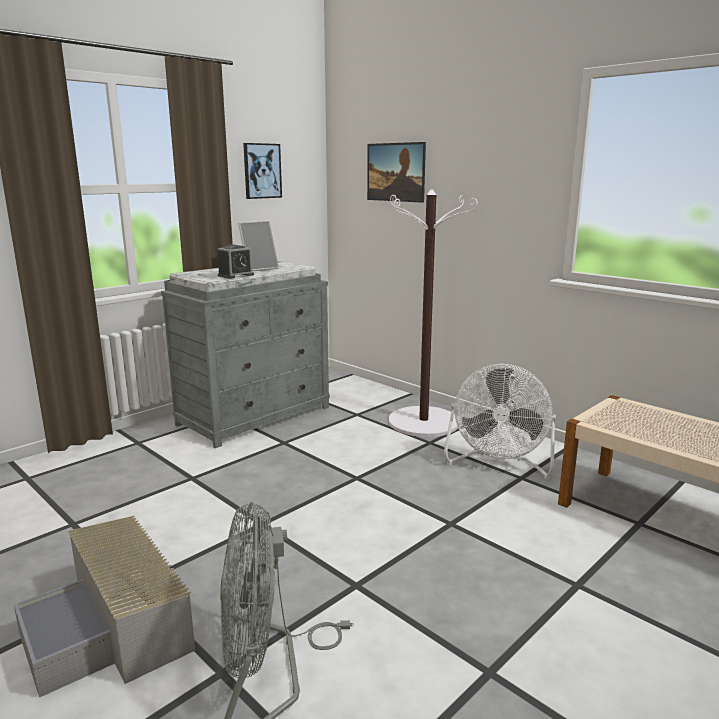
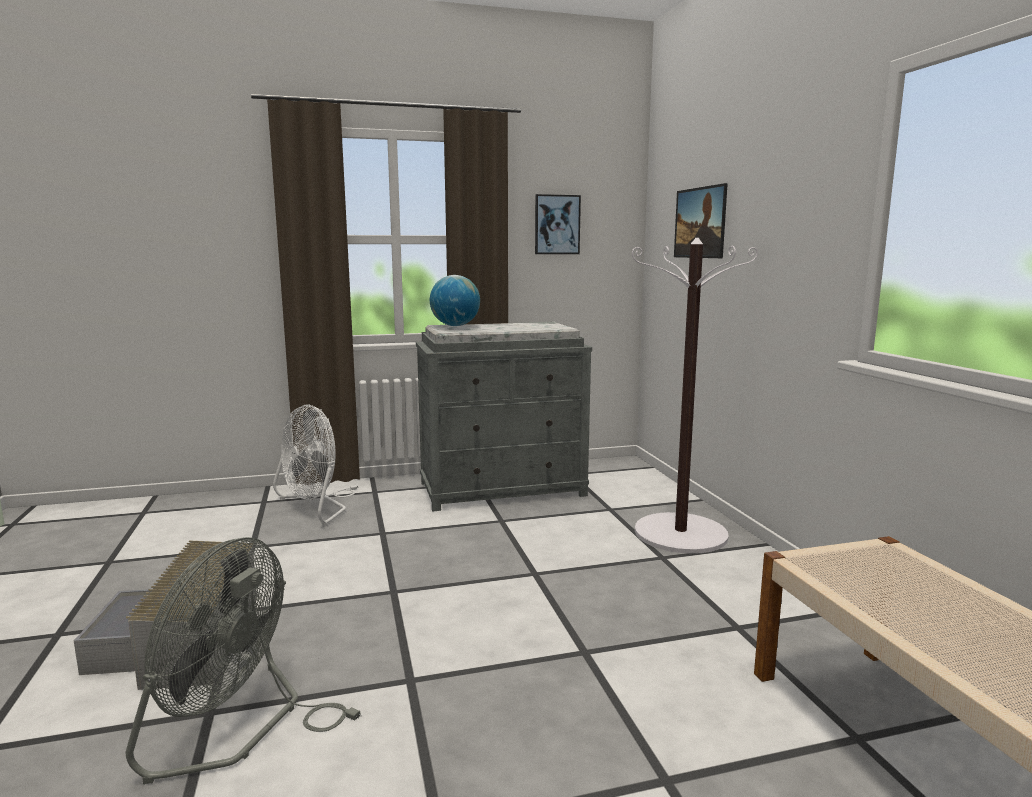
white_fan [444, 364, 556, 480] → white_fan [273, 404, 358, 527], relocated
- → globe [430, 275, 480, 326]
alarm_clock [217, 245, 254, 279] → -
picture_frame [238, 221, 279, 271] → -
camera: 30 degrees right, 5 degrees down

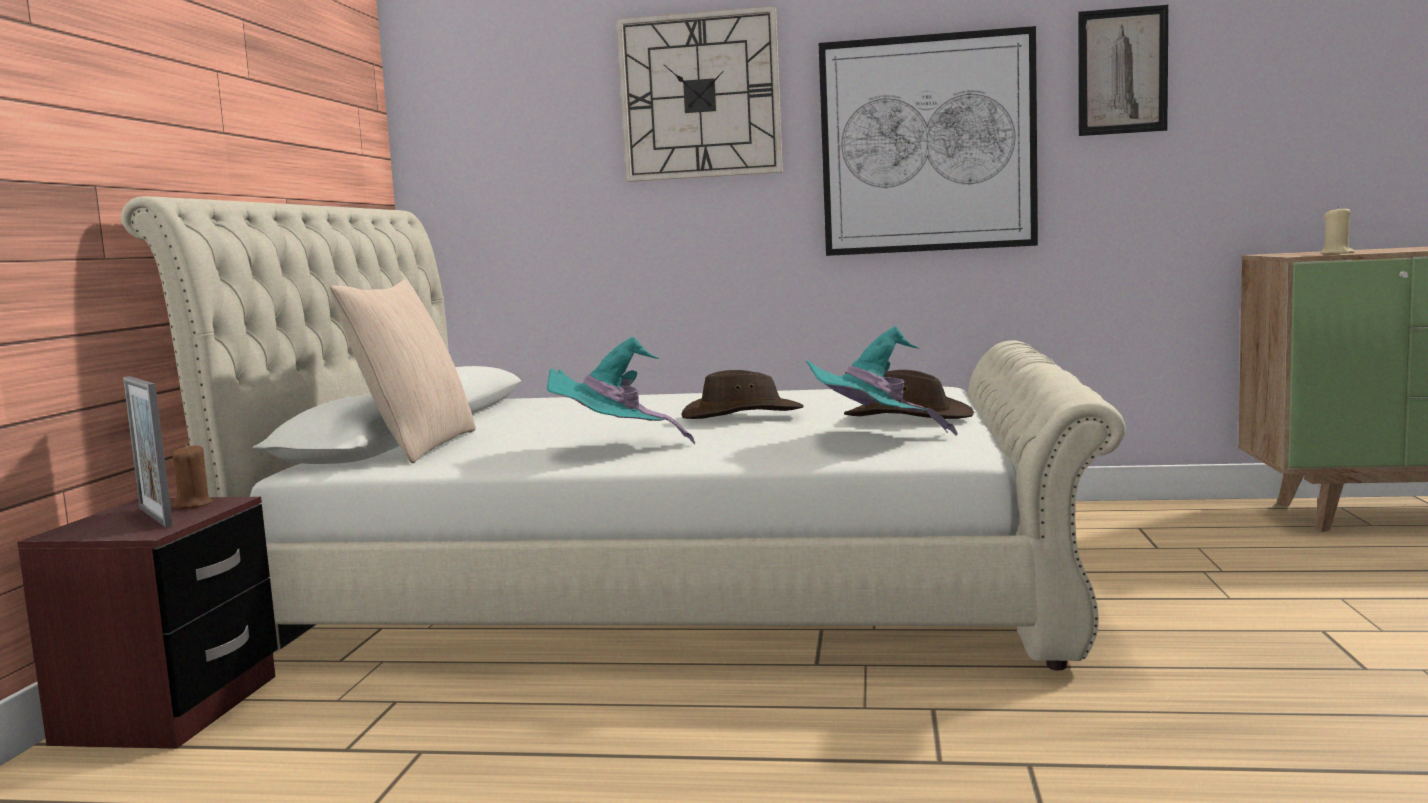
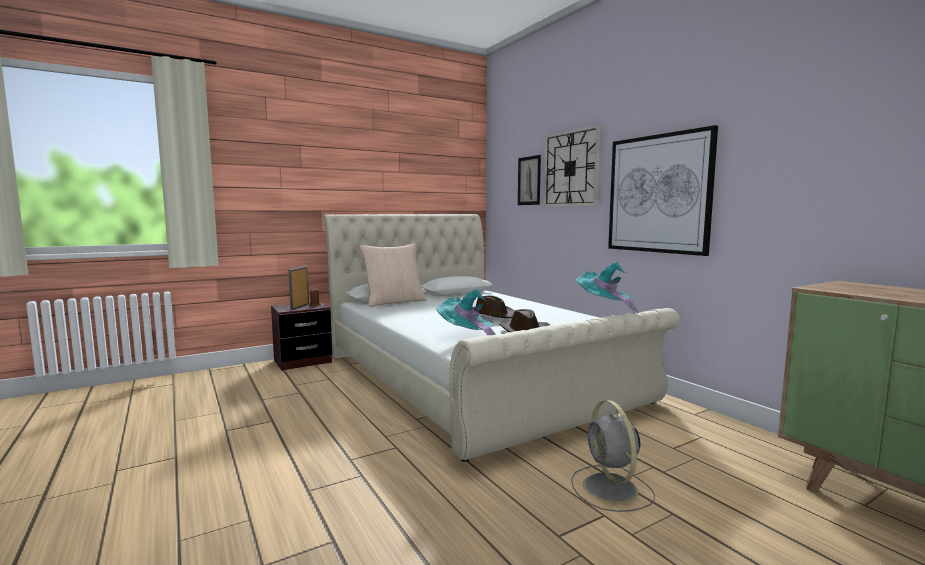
picture [1078, 5, 1168, 136] → picture [518, 155, 541, 205], relocated
- → grey_fan [571, 400, 655, 512]
turquoise_hat [547, 337, 695, 445] → turquoise_hat [576, 262, 639, 313], relocated
beige_candle [1320, 206, 1355, 254] → -
camera: 50 degrees right, 0 degrees up

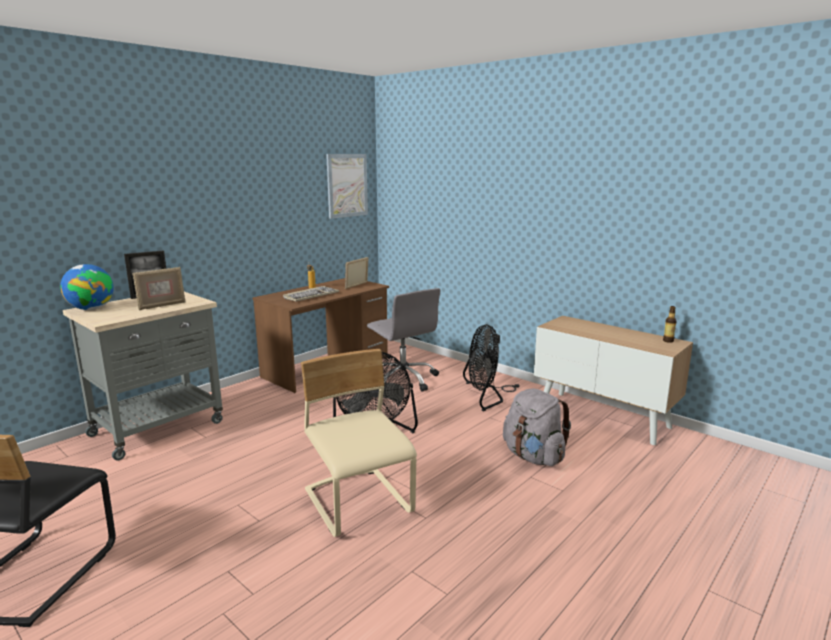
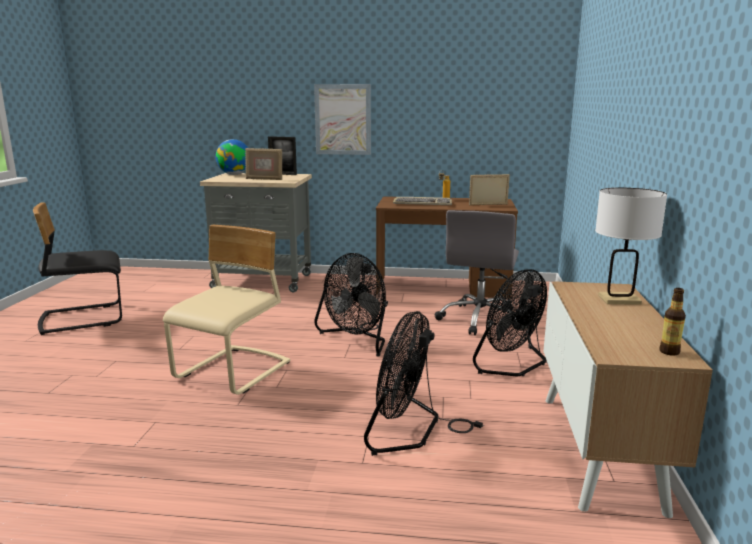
picture [326, 154, 368, 219] → picture [314, 84, 371, 155], relocated
grey_backpack [503, 388, 571, 466] → black_fan [364, 311, 483, 456]
- → white_table_lamp [595, 187, 667, 305]
camera: 55 degrees right, 0 degrees up

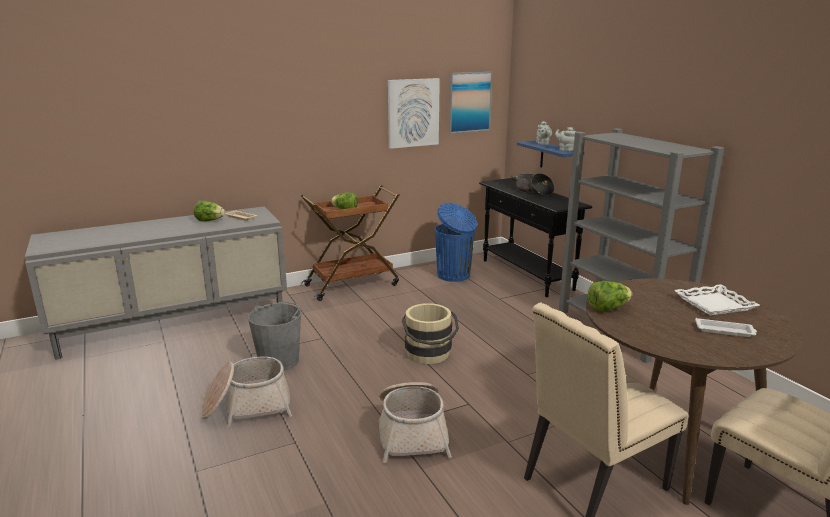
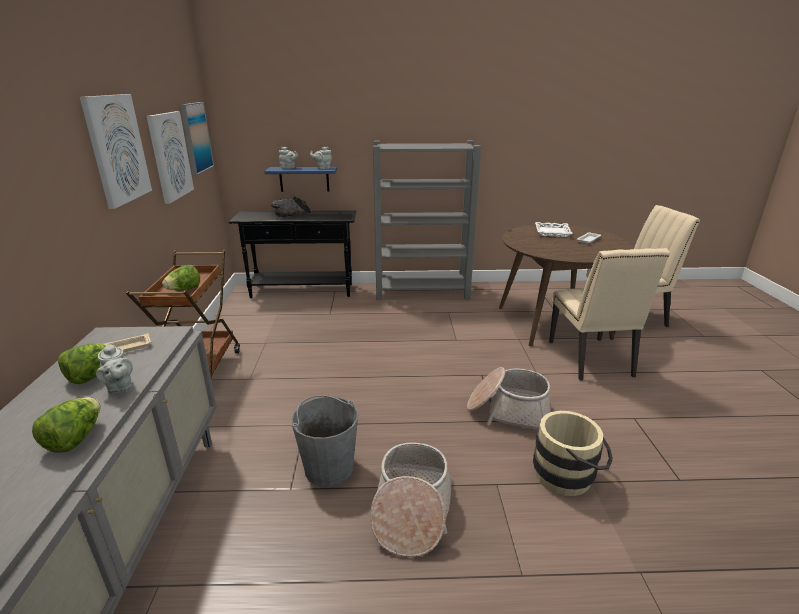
lettuce [588, 281, 632, 312] → lettuce [32, 397, 101, 453], relocated
- → picture [80, 94, 152, 209]
- → grey_teapot [96, 343, 133, 393]
beige_bucket [402, 303, 459, 364] → beige_bucket [533, 411, 613, 496], relocated
blue_trash_can [435, 203, 477, 282] → -
camera: 65 degrees left, 5 degrees up

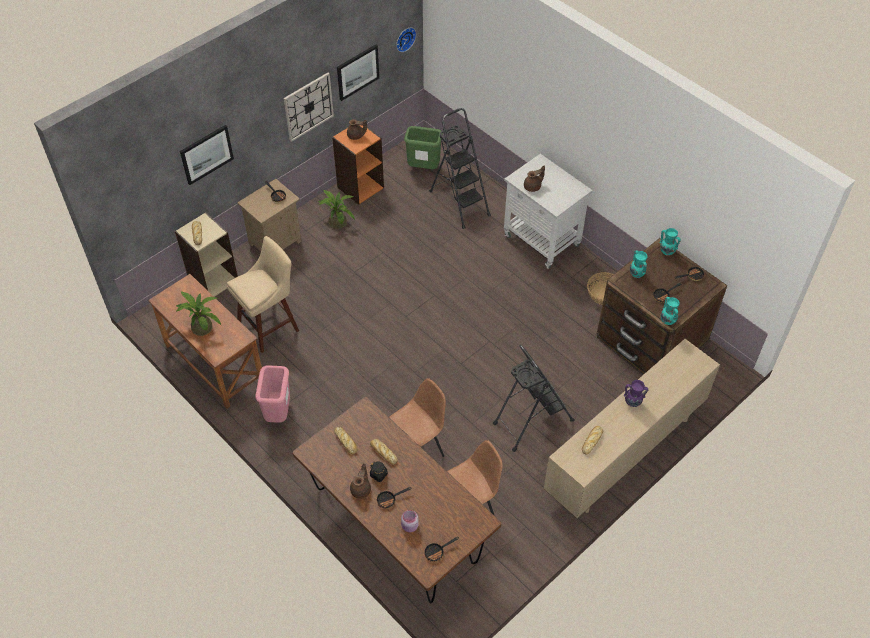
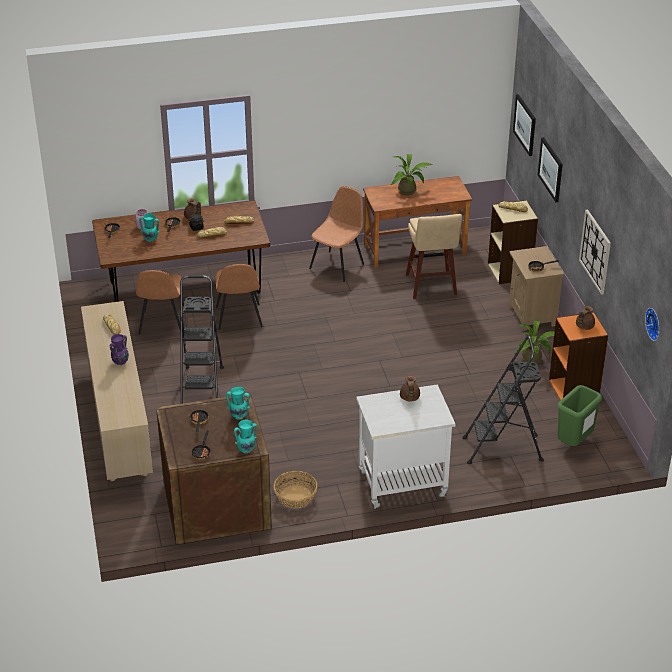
turquoise_vase [661, 297, 680, 325] → turquoise_vase [139, 213, 159, 242], relocated
pink_trash_can [255, 365, 290, 423] → brown_chair [309, 186, 364, 282]
picture [337, 44, 379, 101] → picture [513, 94, 536, 156], relocated
camera: 120 degrees right, 15 degrees down

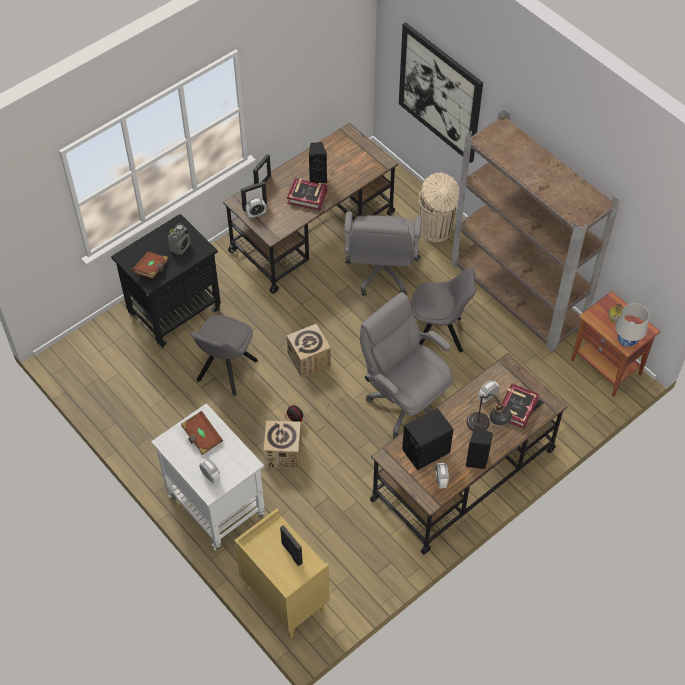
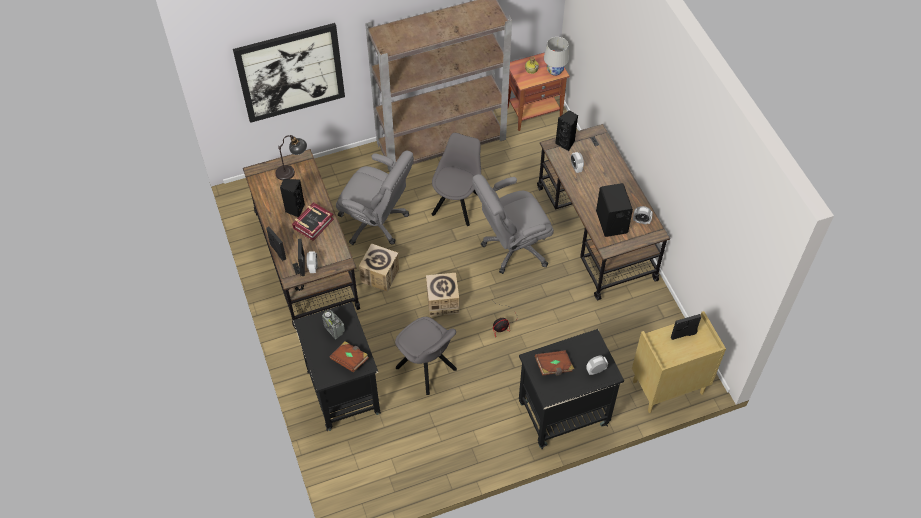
grey_table_lamp [466, 394, 512, 431] → grey_table_lamp [276, 134, 307, 180], relocated
cardboard_box [264, 420, 302, 468] → cardboard_box [359, 243, 399, 292], relocated
white_cart [151, 403, 265, 550] → black_cart [519, 329, 624, 449]
black_speaker [466, 425, 493, 469] → black_speaker [555, 110, 578, 151], relocated
beige_trash_can [419, 172, 459, 242] → -
book [502, 383, 540, 429] → -
camera: 70 degrees left, 0 degrees up

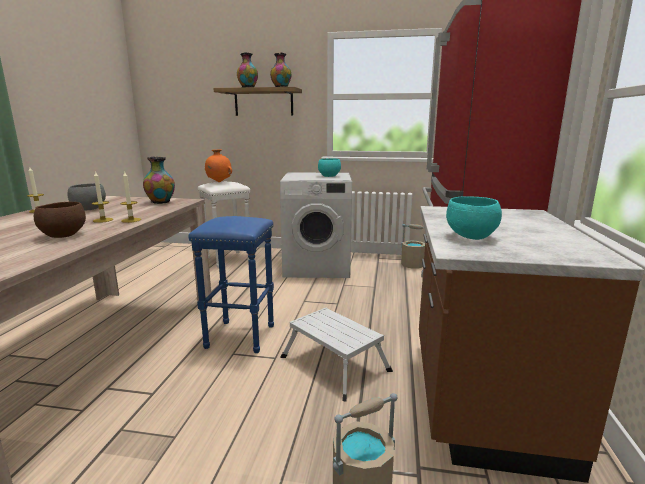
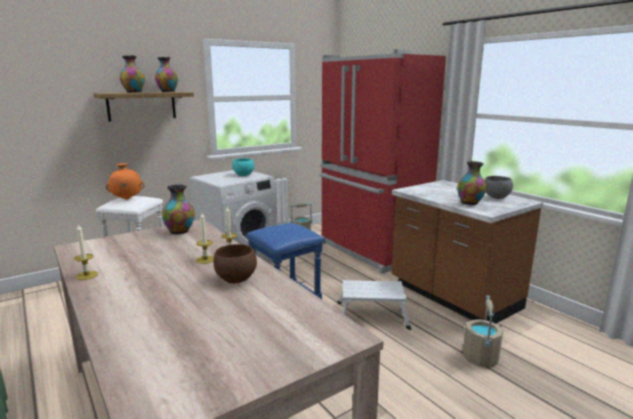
turquoise_bowl [446, 196, 502, 240] → vase [457, 161, 487, 205]
grey_bowl [67, 183, 106, 210] → grey_bowl [485, 176, 513, 199], relocated
camera: 45 degrees left, 0 degrees up

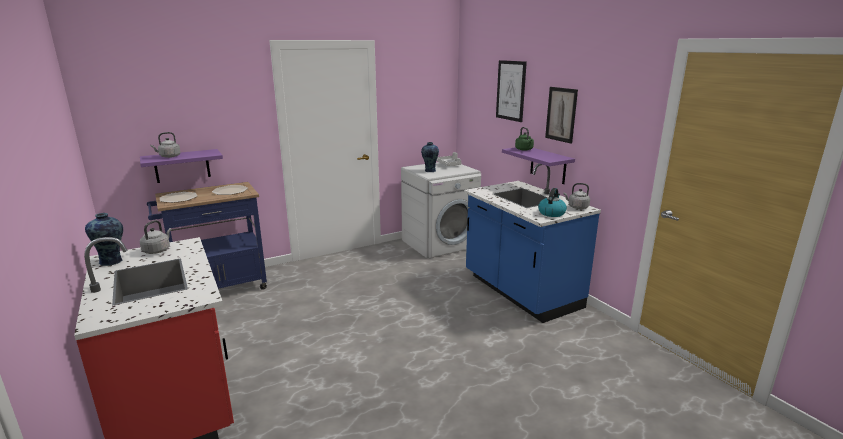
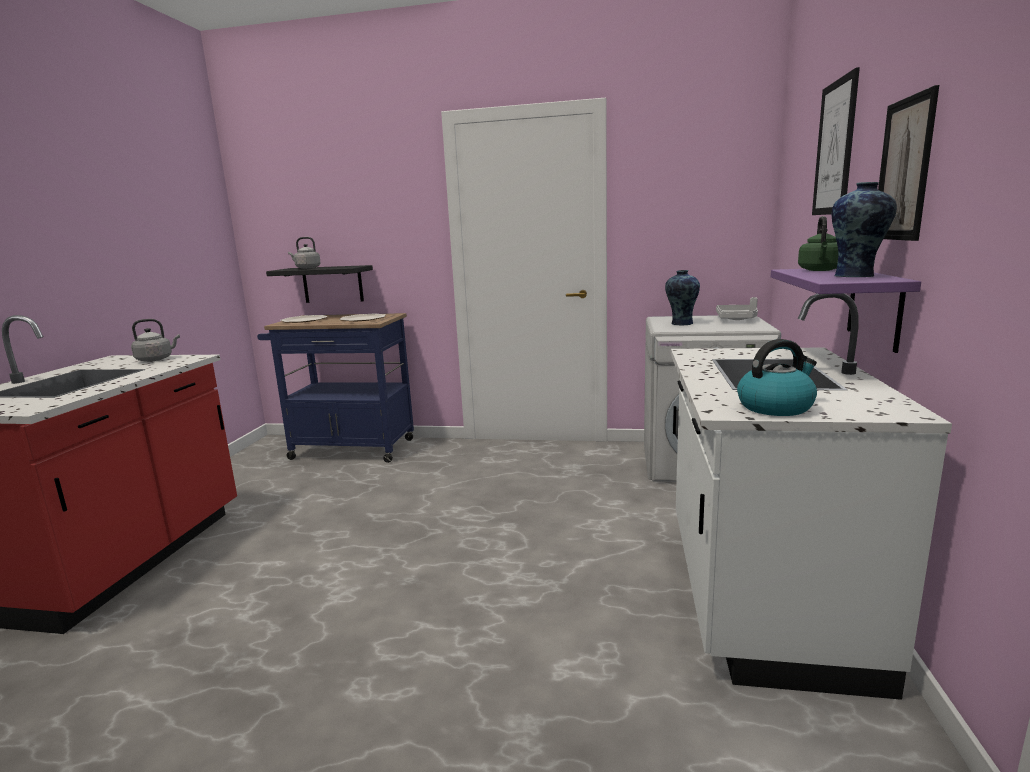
purple_shelf [140, 149, 223, 183] → black_shelf [266, 265, 373, 303]
blue_counter [464, 164, 601, 323] → white_counter [671, 294, 952, 700]
vase [85, 213, 123, 266] → vase [832, 182, 897, 277], relocated
grey_kettle [563, 183, 590, 209] → -
camera: 40 degrees right, 5 degrees down

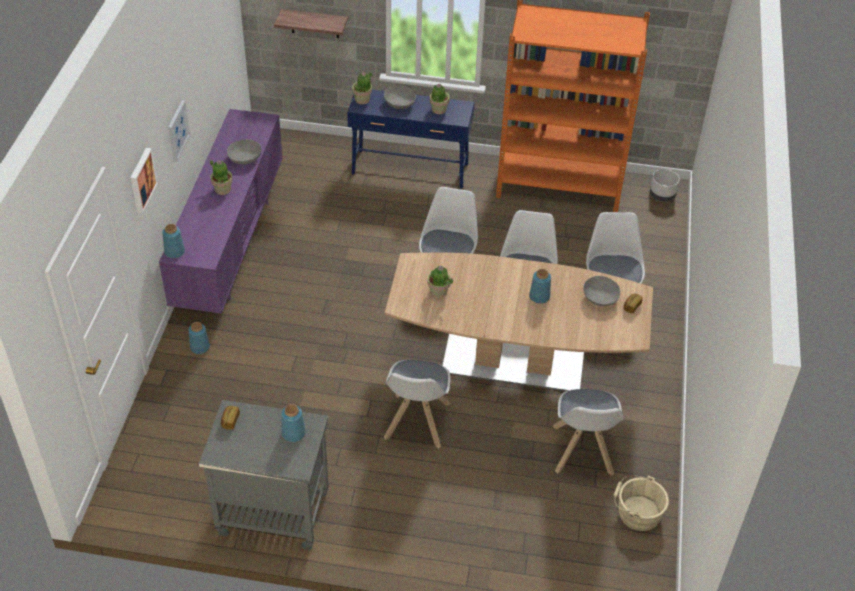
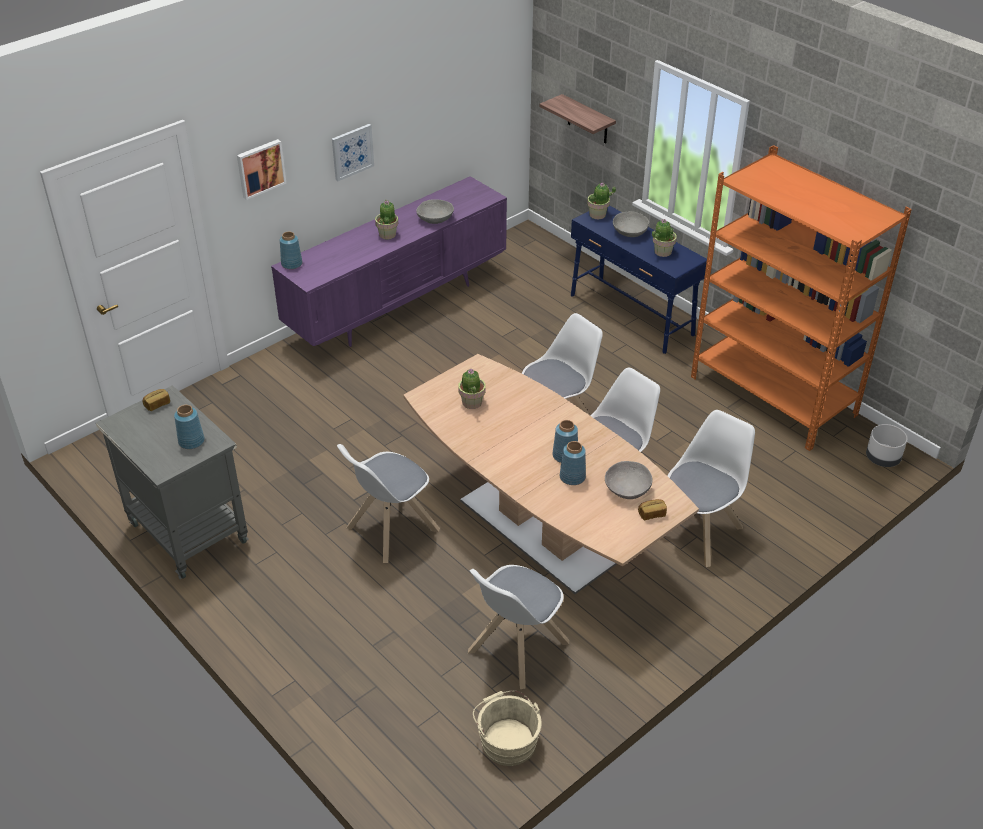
blue_vase [188, 322, 210, 354] → blue_vase [560, 441, 586, 485], relocated
camera: 40 degrees right, 5 degrees down

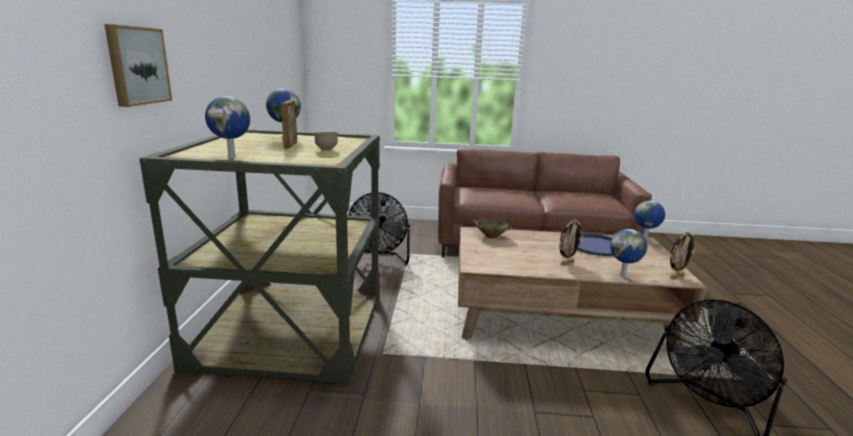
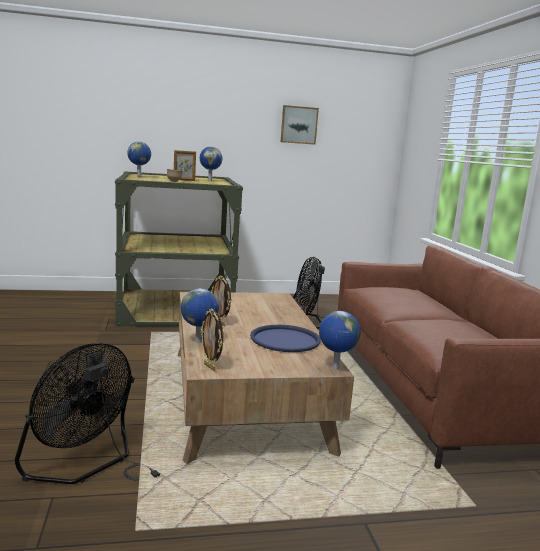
picture [104, 24, 172, 107] → picture [281, 105, 319, 145], relocated
beige_bowl [473, 219, 512, 239] → -
camera: 75 degrees right, 5 degrees down

